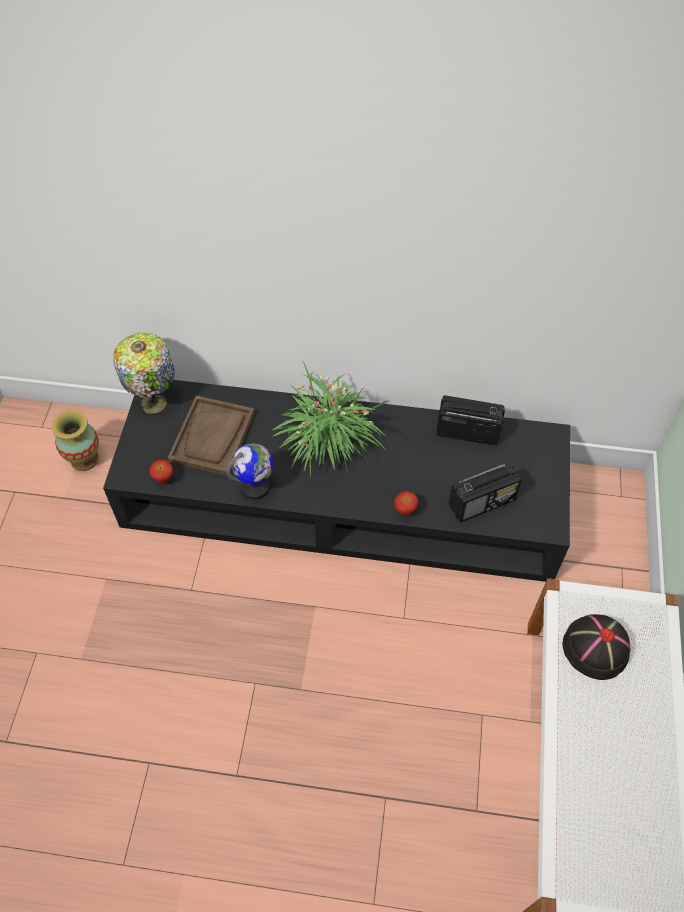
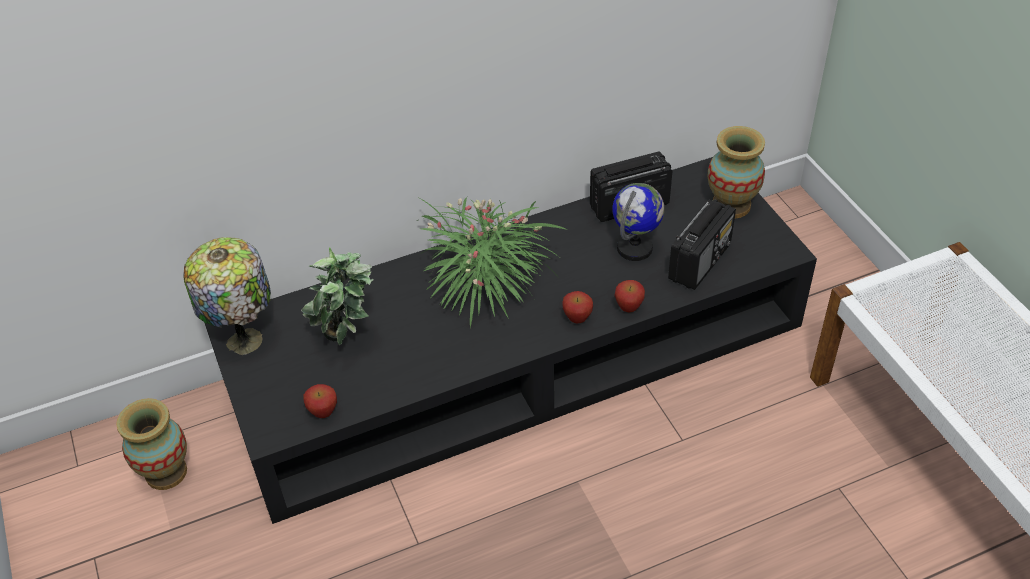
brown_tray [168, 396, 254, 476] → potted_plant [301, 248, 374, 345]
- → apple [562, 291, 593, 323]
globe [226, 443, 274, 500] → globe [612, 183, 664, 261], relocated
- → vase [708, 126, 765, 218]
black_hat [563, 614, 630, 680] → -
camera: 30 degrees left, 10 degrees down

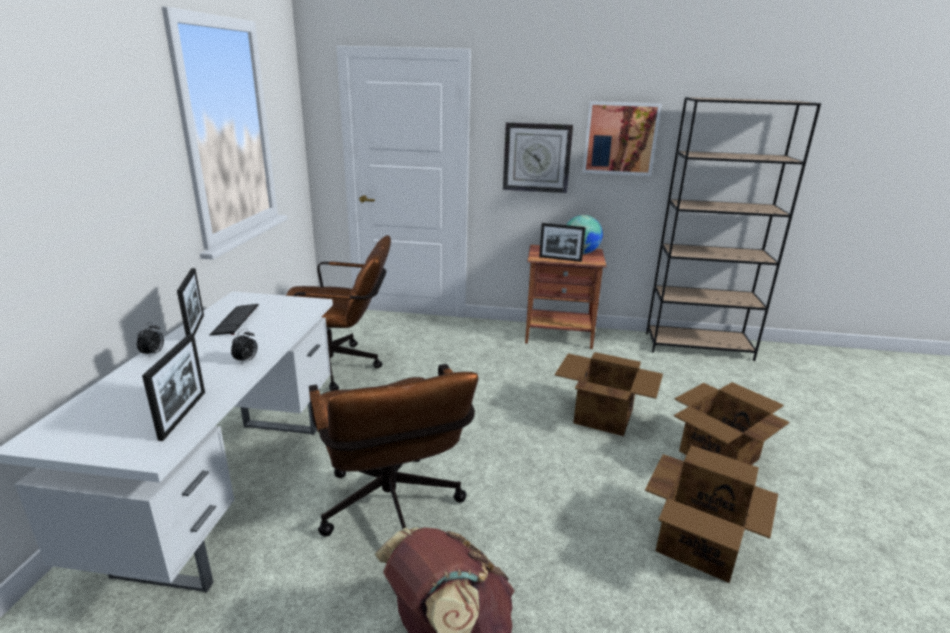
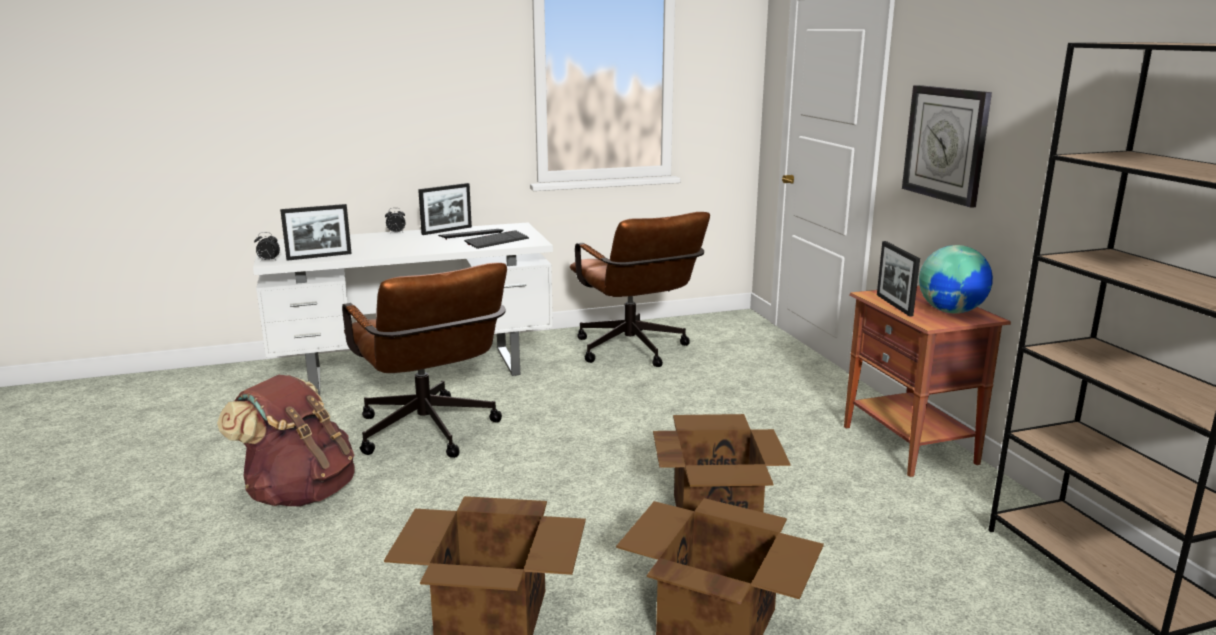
alarm_clock [231, 329, 257, 363] → alarm_clock [254, 232, 280, 261], relocated
brown_office_chair [309, 364, 478, 537] → brown_office_chair [342, 263, 507, 458], 75 degrees counterclockwise
- → keyboard [464, 230, 529, 249]
picture [582, 101, 662, 176] → -
camera: 65 degrees right, 5 degrees down

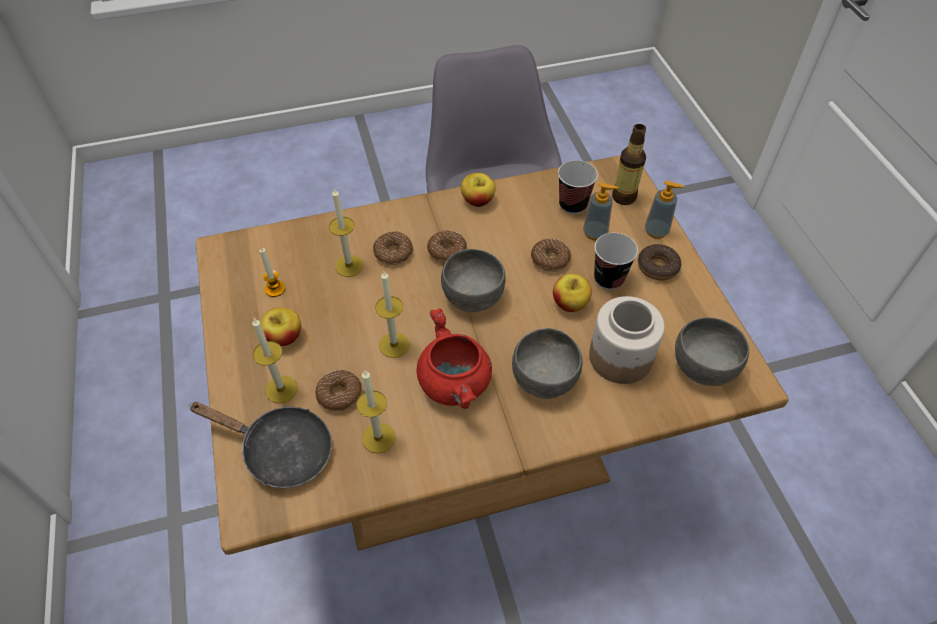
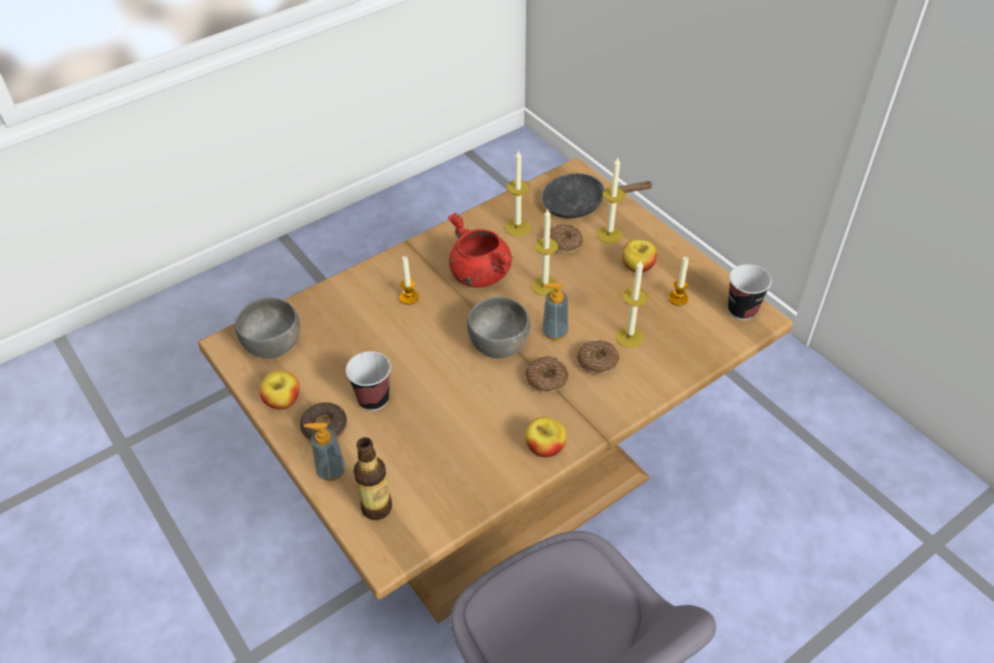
apple [553, 274, 592, 312] → apple [259, 370, 300, 409], relocated
grey_bowl [512, 328, 583, 399] → candle [400, 256, 419, 305]
soap_dispenser [583, 182, 618, 240] → soap_dispenser [542, 282, 568, 340], relocated
cup [558, 160, 598, 214] → cup [728, 264, 772, 320], relocated
donut [531, 239, 571, 272] → -
jar [589, 296, 665, 384] → -
camera: 160 degrees right, 5 degrees down

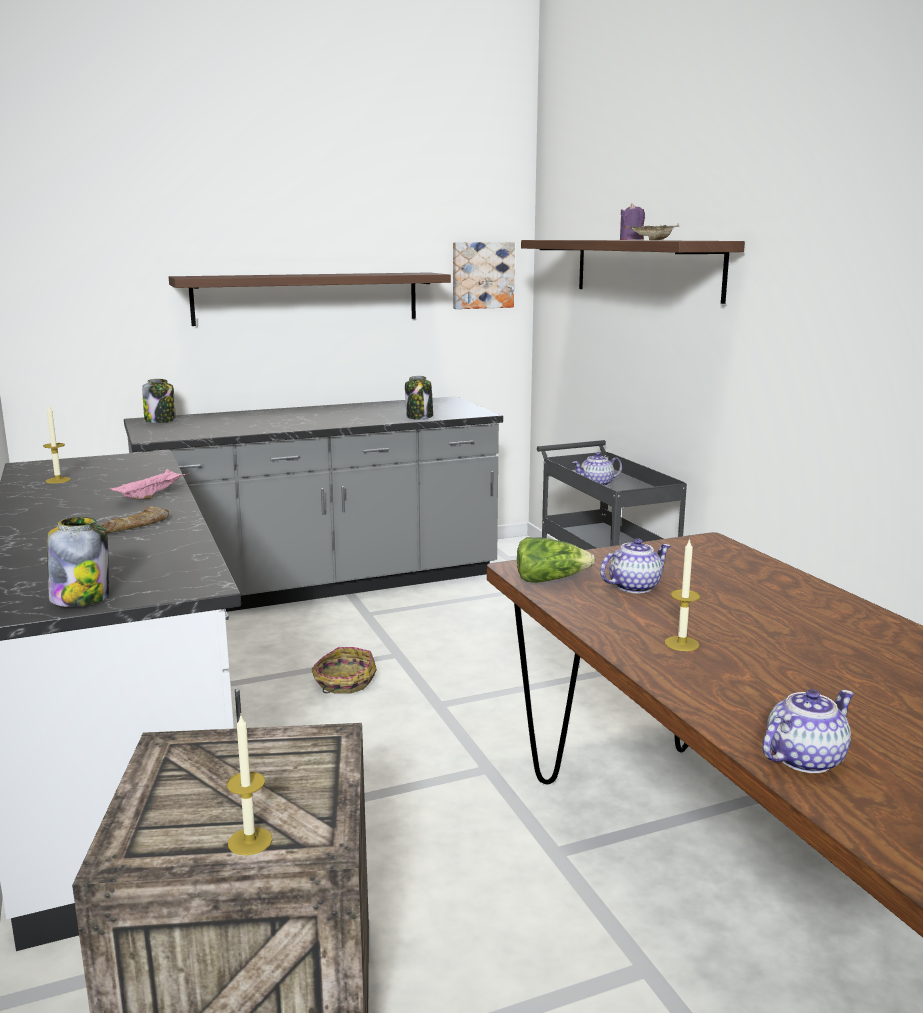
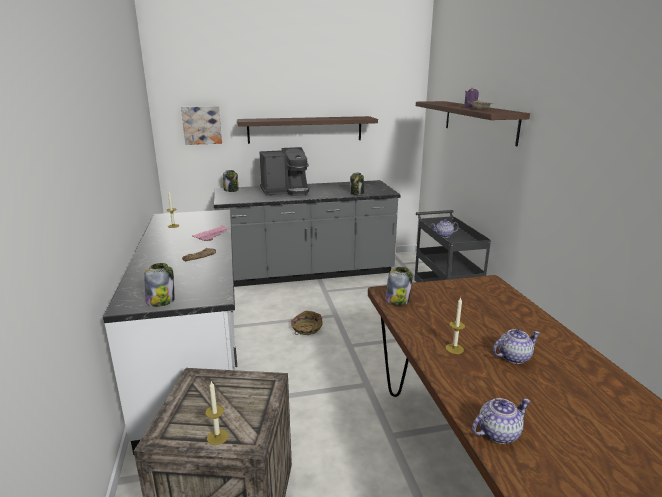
picture [453, 242, 515, 309] → picture [181, 106, 222, 145], relocated
- → coffee_machine [259, 147, 309, 196]
lettuce [517, 537, 595, 583] → jar [385, 267, 413, 305]
teapot [600, 538, 671, 593] → teapot [493, 329, 540, 364], relocated
camera: 10 degrees right, 5 degrees up

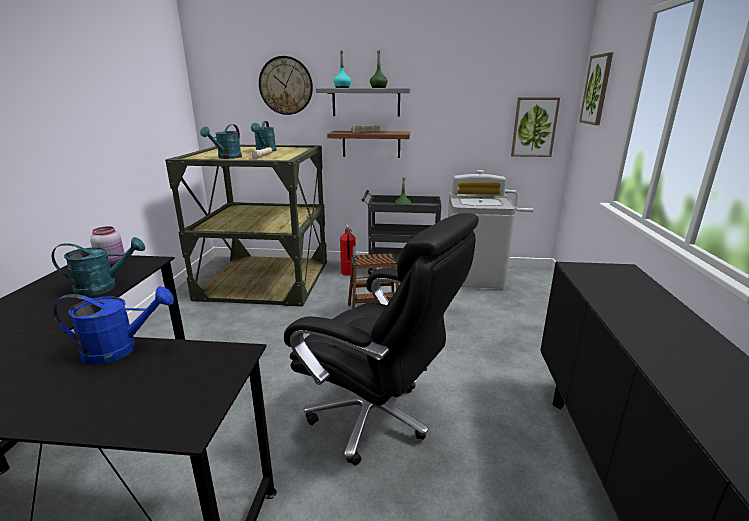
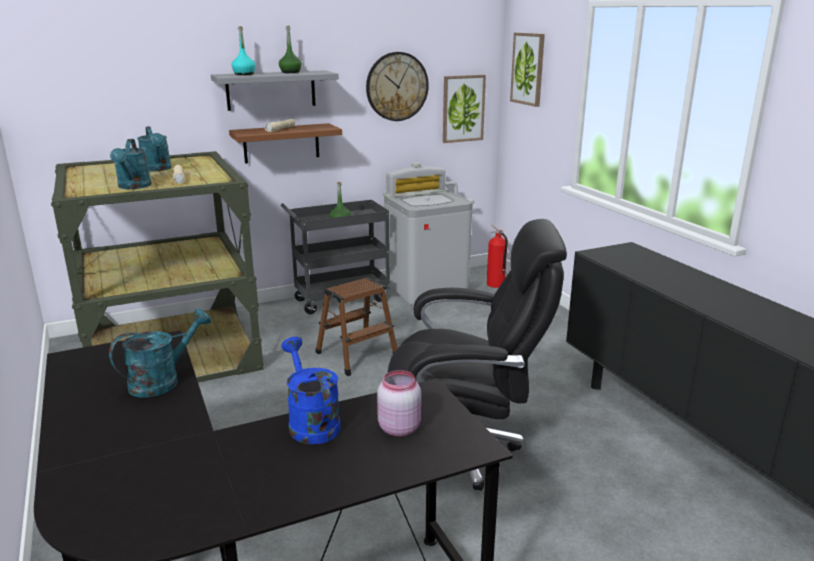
blue_watering_can [53, 286, 174, 365] → blue_watering_can [281, 337, 340, 444], 75 degrees counterclockwise
wall_clock [259, 56, 313, 115] → wall_clock [366, 52, 429, 121], relocated
pink_jar [90, 226, 125, 265] → pink_jar [377, 370, 421, 436], relocated
fire_extinguisher [340, 222, 356, 276] → fire_extinguisher [487, 224, 508, 288], relocated
camera: 30 degrees left, 0 degrees up

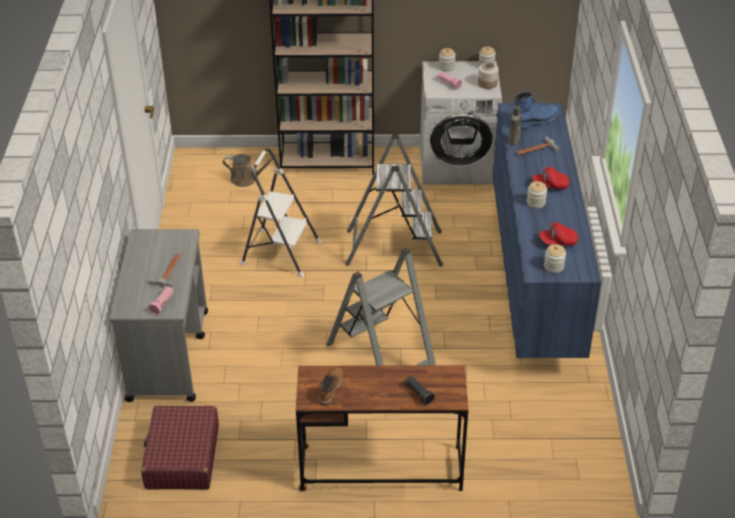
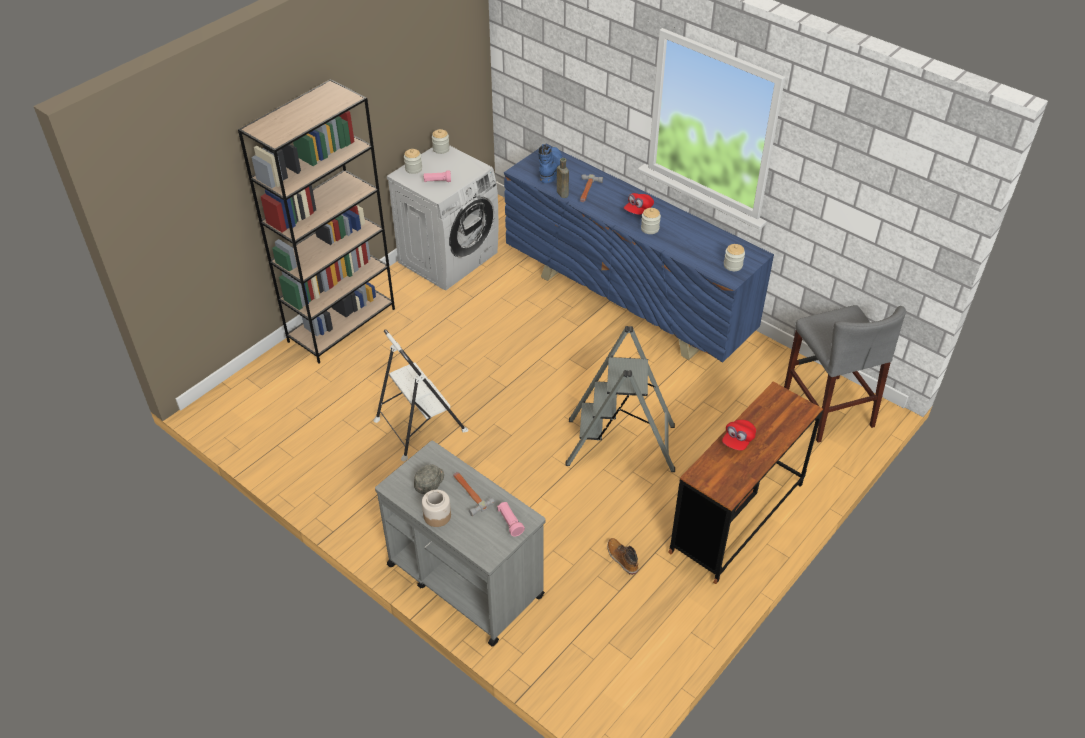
- → grey_cap [414, 464, 444, 494]
jar [478, 62, 499, 89] → jar [422, 490, 451, 527], relocated
boot [319, 368, 343, 405] → boot [607, 538, 638, 575], relocated
red_cap [539, 221, 578, 246] → red_cap [722, 420, 756, 450], relocated
- → grey_stool [784, 305, 906, 442]
red_suitcase [141, 406, 219, 490] → -
brown_watering_can [223, 154, 276, 187] → -
grey_step_ladder [346, 134, 443, 266] → -
black_flashlight [405, 375, 435, 405] → -
camera: 50 degrees left, 5 degrees up

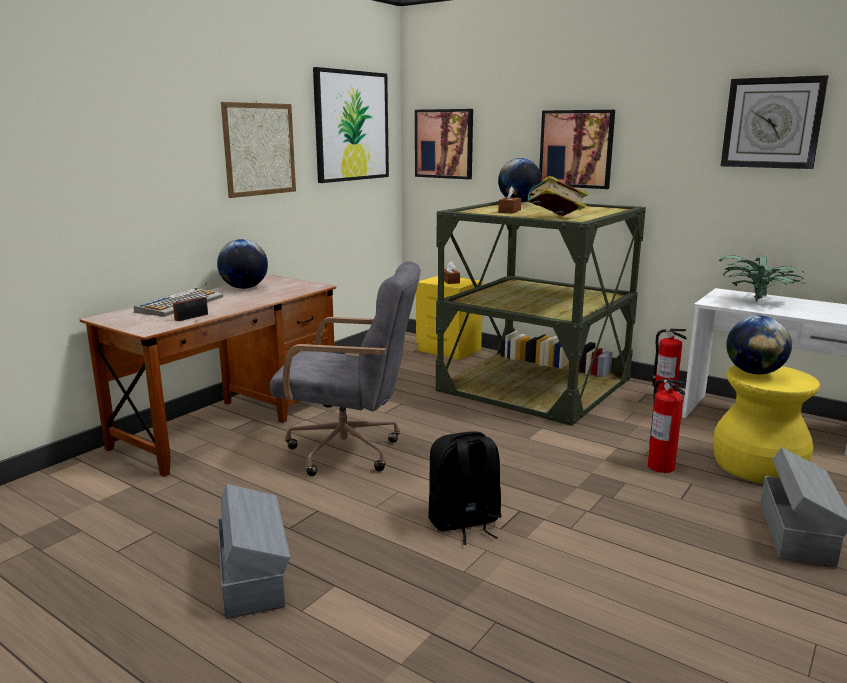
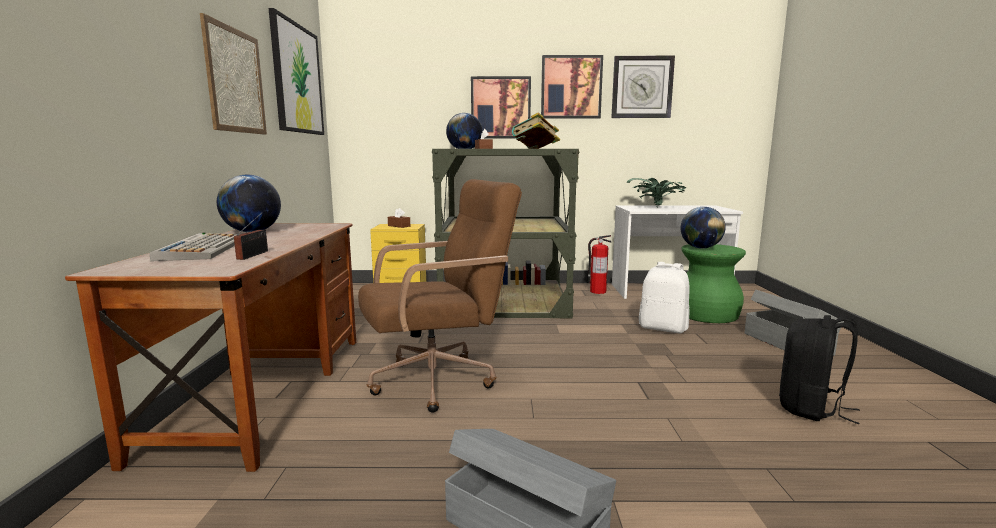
grey_office_chair [270, 261, 421, 476] → brown_office_chair [358, 179, 522, 412]
picture [415, 109, 473, 179] → picture [541, 55, 603, 119], relocated
fire_extinguisher [648, 379, 685, 473] → white_backpack [639, 262, 690, 333]
yellow_stool [713, 365, 820, 483] → green_stool [681, 244, 746, 323]
black_backpack [428, 431, 502, 545] → black_backpack [779, 315, 860, 424], relocated
camera: 35 degrees left, 5 degrees down

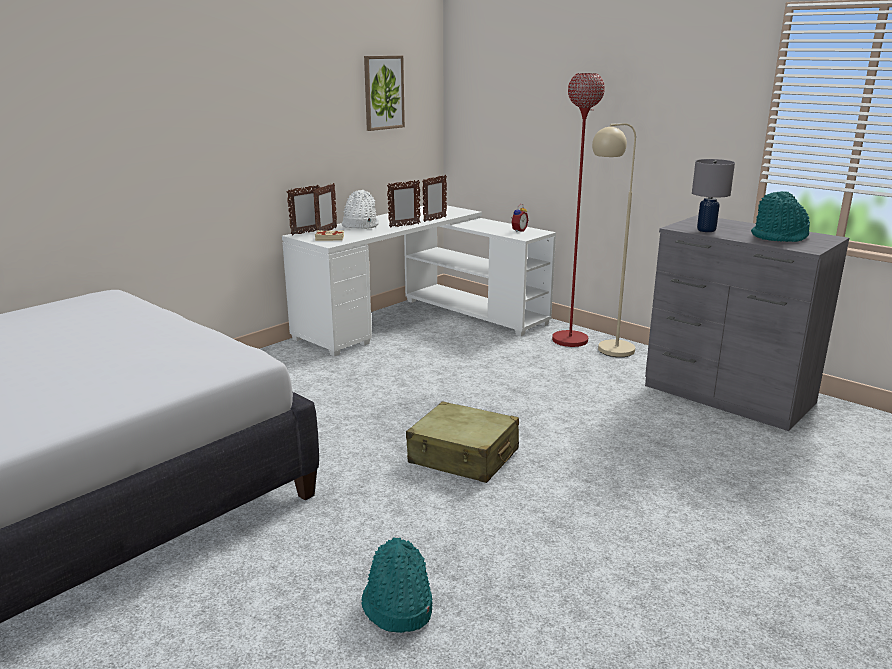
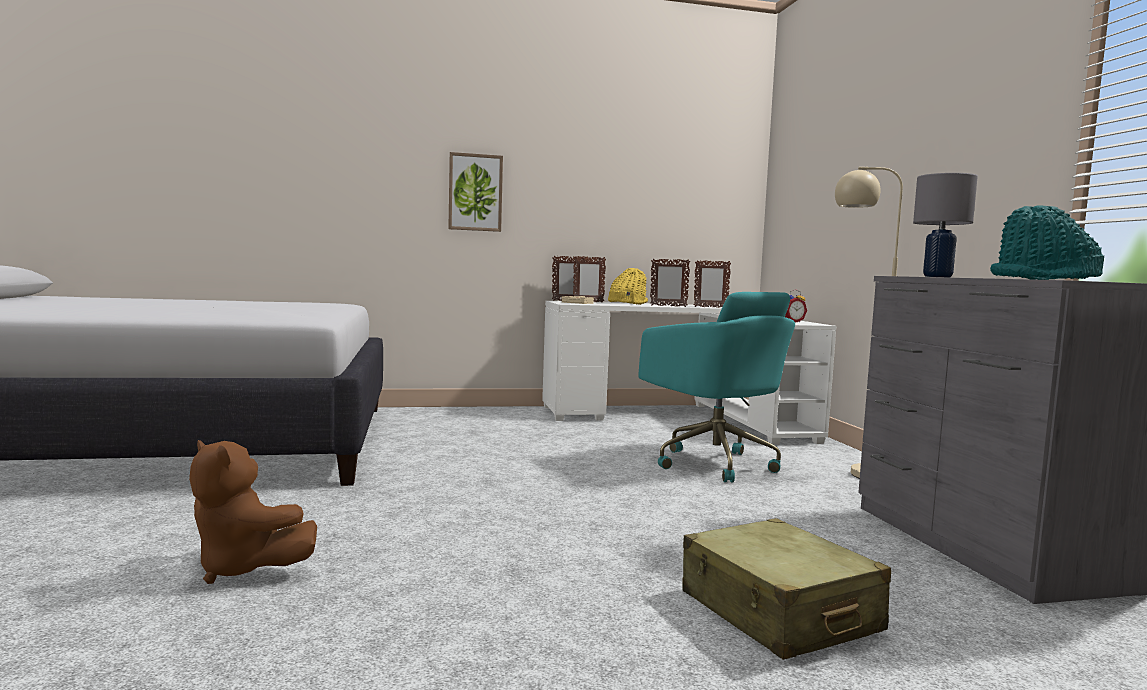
turquoise_hat [361, 537, 433, 633] → brown_plush_toy [189, 440, 317, 584]
picture [364, 56, 405, 131] → picture [448, 152, 503, 232], relocated
white_hat [342, 190, 379, 229] → yellow_hat [608, 268, 648, 305]
- → turquoise_office_chair [639, 292, 795, 482]
beige_suitcase [406, 401, 519, 483] → beige_suitcase [682, 518, 891, 660], relocated
red_floor_lamp [552, 73, 605, 347] → -
camera: 35 degrees right, 15 degrees down

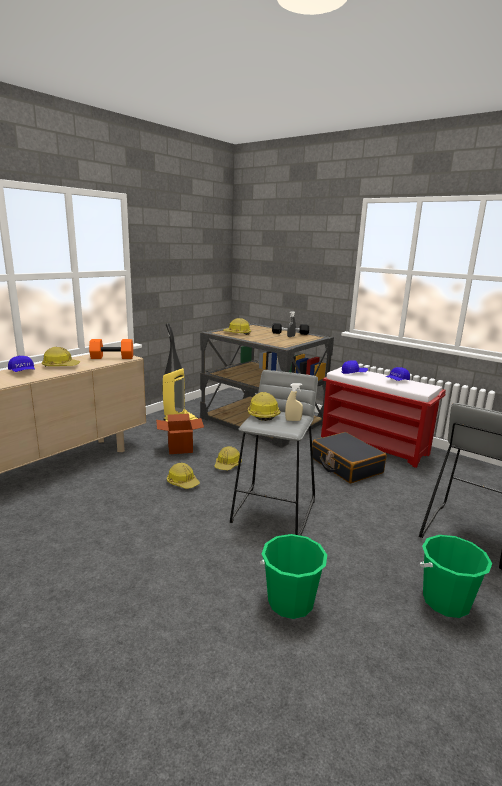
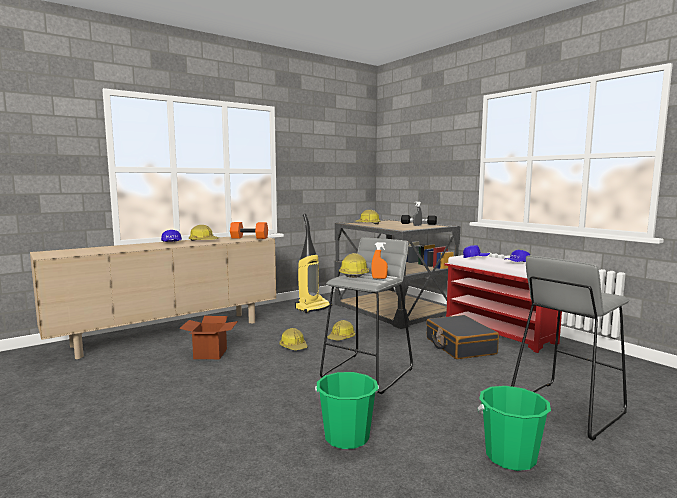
cardboard_box [156, 414, 204, 454] → cardboard_box [179, 316, 238, 359], relocated
beige_spray_bottle [285, 383, 303, 421] → orange_spray_bottle [371, 242, 388, 279]
camera: 15 degrees right, 10 degrees down

